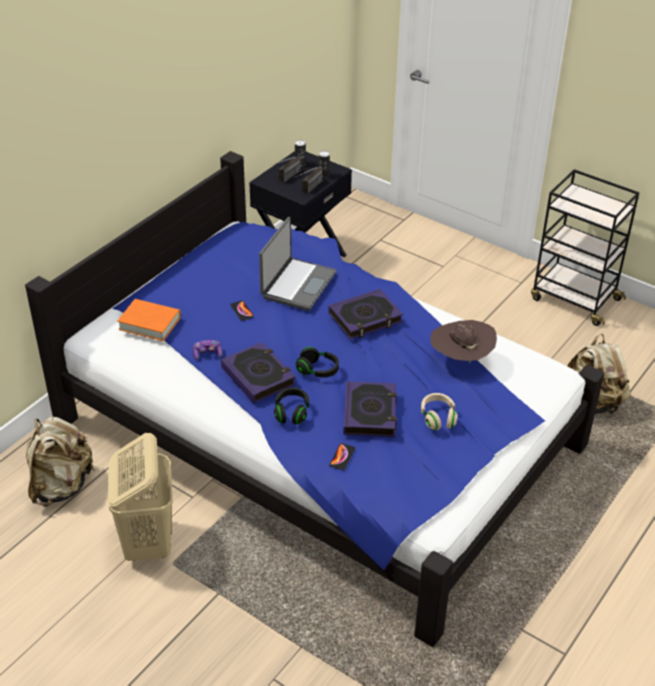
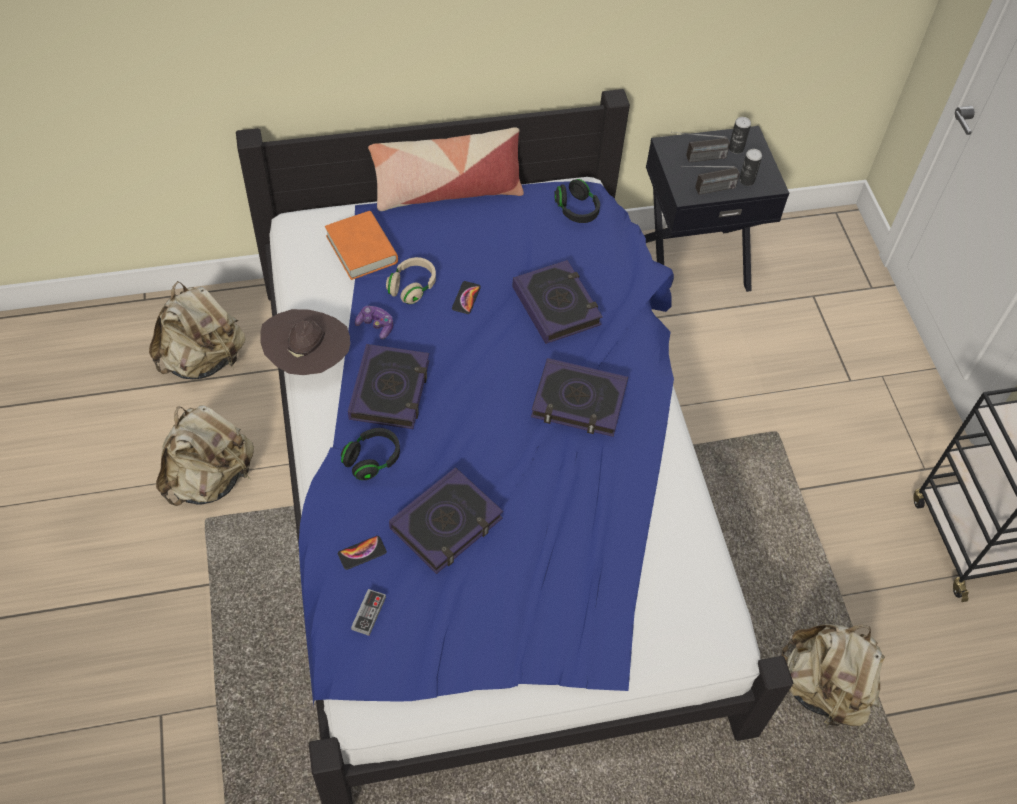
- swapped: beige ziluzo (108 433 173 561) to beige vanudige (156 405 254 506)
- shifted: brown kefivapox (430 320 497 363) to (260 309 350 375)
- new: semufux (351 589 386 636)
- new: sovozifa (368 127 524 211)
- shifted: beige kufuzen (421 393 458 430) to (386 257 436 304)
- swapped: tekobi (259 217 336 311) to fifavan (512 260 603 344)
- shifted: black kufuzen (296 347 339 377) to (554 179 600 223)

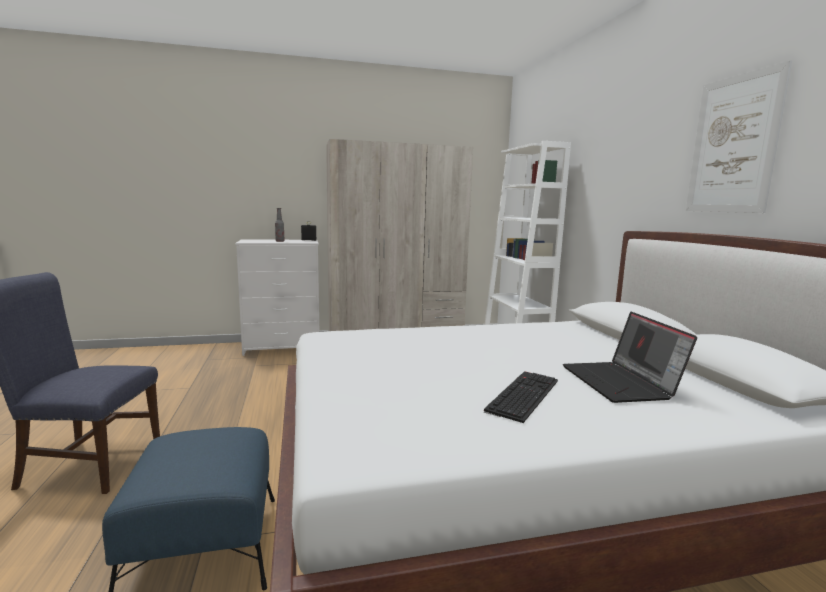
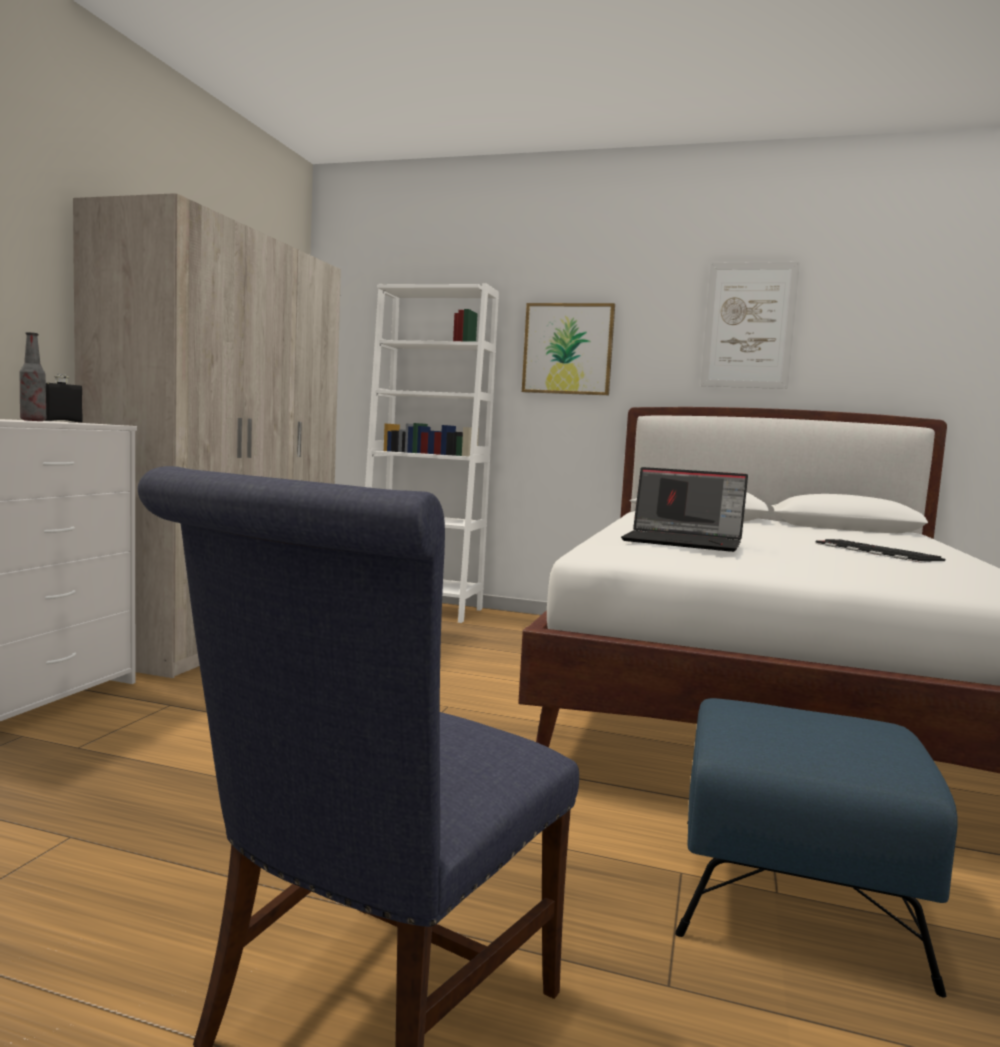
- new: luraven (522 303 615 395)
- shifted: tekobi (563 312 697 403) to (621 467 748 552)

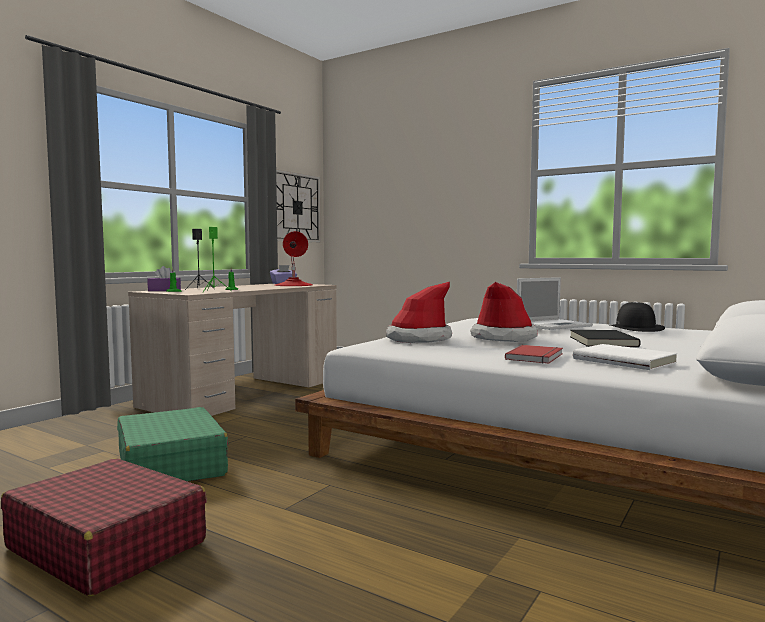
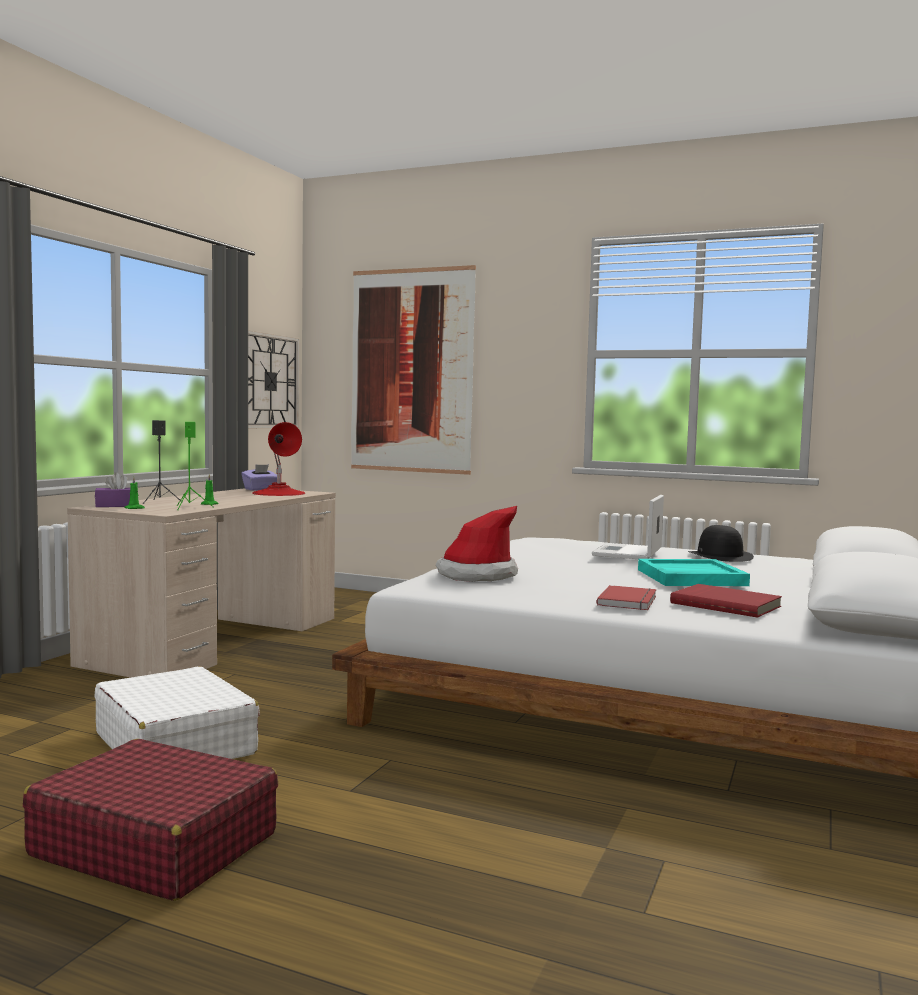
- repainted: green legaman (117 407 229 482) to white legaman (94 666 260 759)
- new: luraven (351 265 476 475)
- rotated: tekobi (517 277 593 330) = (592 495 664 559) 150 degrees clockwise
- swapped: black fifavan (570 330 641 347) to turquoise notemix (638 559 750 586)
- repainted: white fifavan (573 344 678 370) to red fifavan (670 584 782 618)
- gone: kefivapox (470 282 537 342)

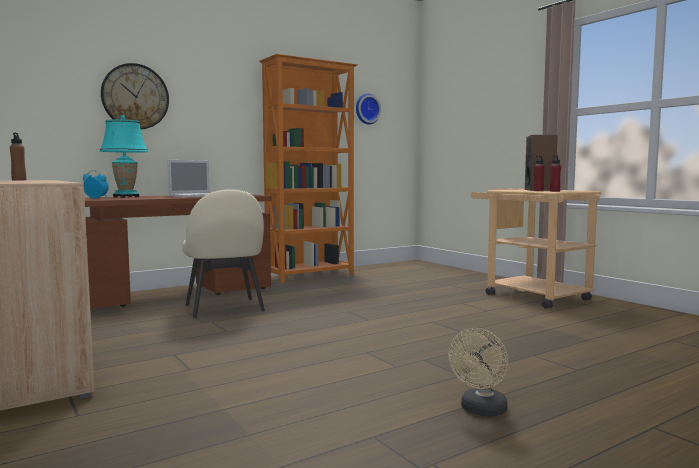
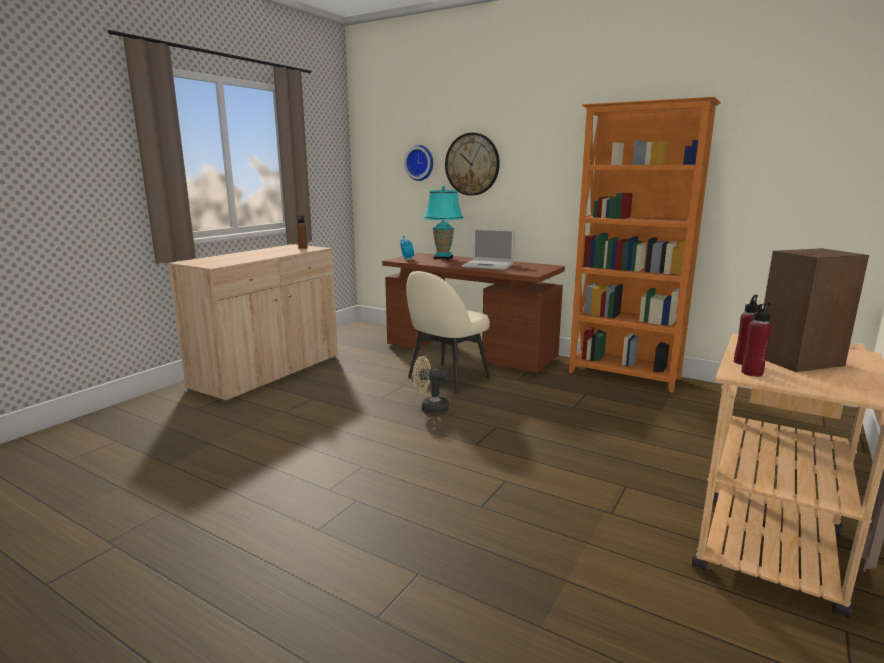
- shifted: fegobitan (356 94 381 124) to (404 145 433 181)
- shifted: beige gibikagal (448 328 509 417) to (412 356 449 413)

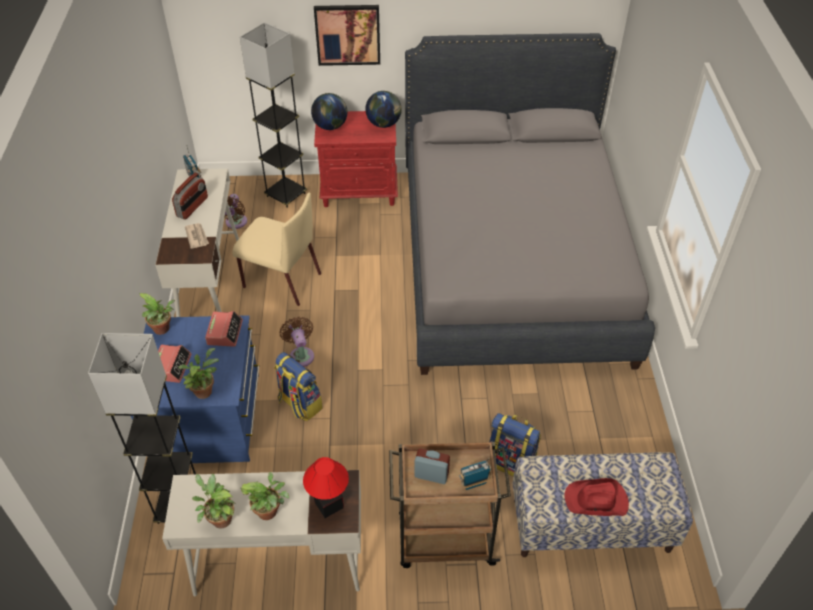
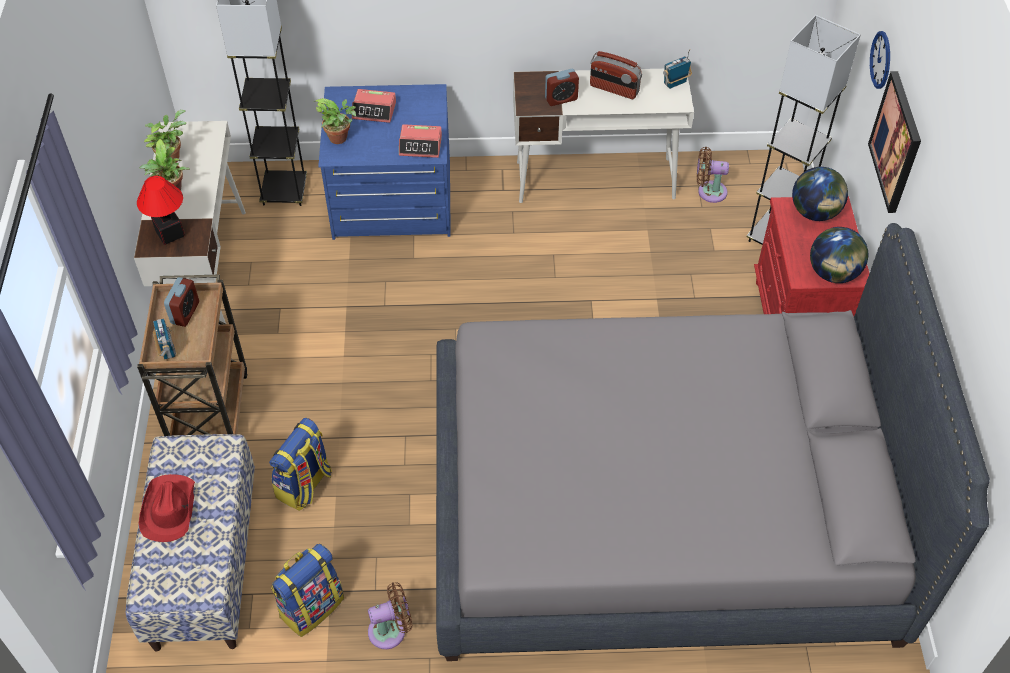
- shifted: vanudige (274 352 323 421) to (271 544 344 637)
- shifted: brown gibikagal (280 317 314 367) to (368 582 413 649)
- swapped: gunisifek (185 223 209 249) to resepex (545 69 579 106)
- new: fegobitan (870 31 890 89)
- gone: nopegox (140 293 175 335)
- gone: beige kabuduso (232 193 321 306)

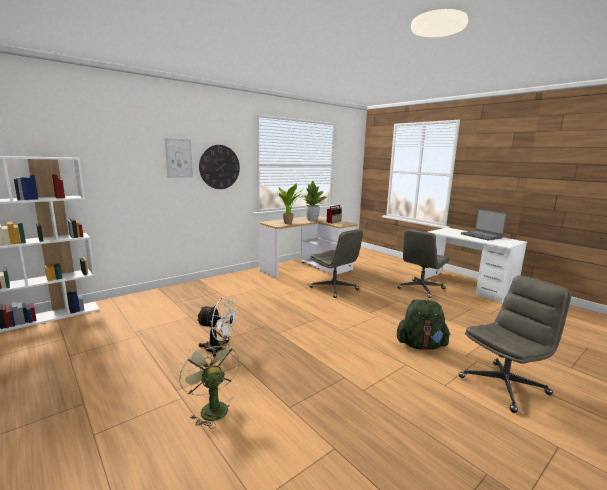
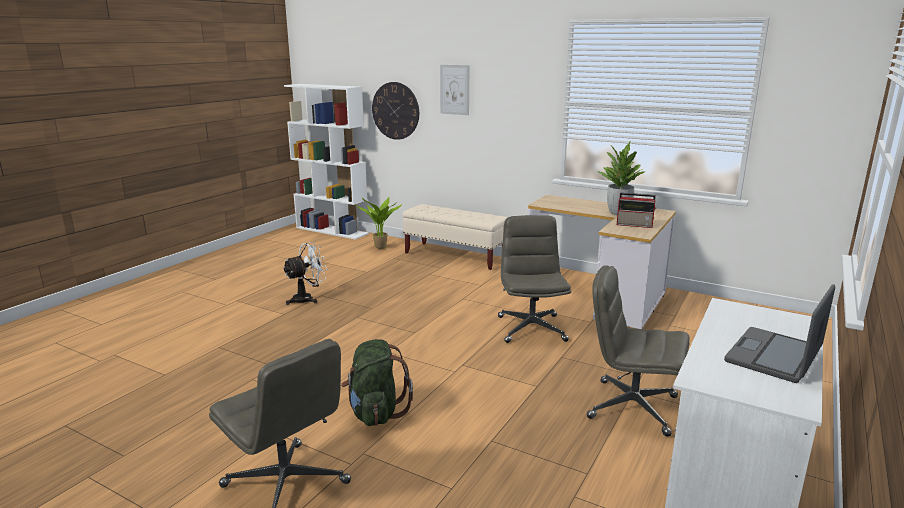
- rotated: white gibikagal (196 297 238 357) = (283 242 327 305) 120 degrees counterclockwise
- shifted: nopegox (277 184 305 224) to (356 197 402 249)
- shifted: fegobitan (199 145 240 189) to (372 82 419 140)
- new: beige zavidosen (403 204 508 270)
- rotated: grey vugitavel (310 229 363 298) = (498 215 571 343) 150 degrees clockwise
- gone: green gibikagal (179 341 240 428)

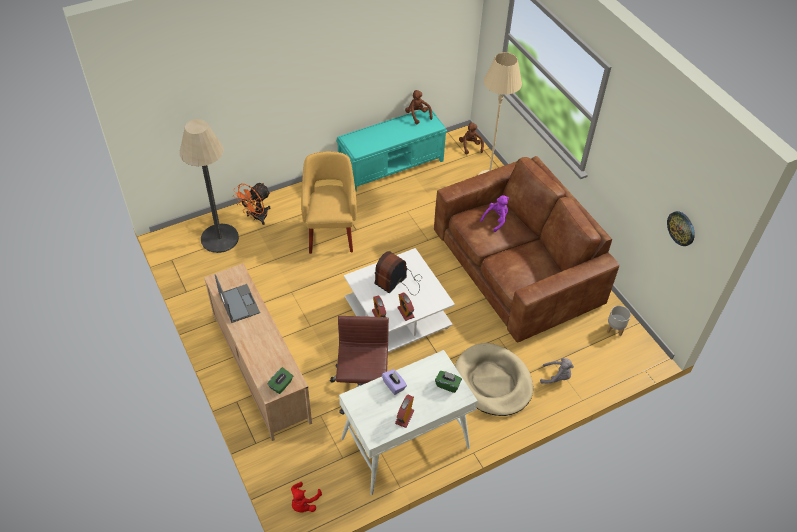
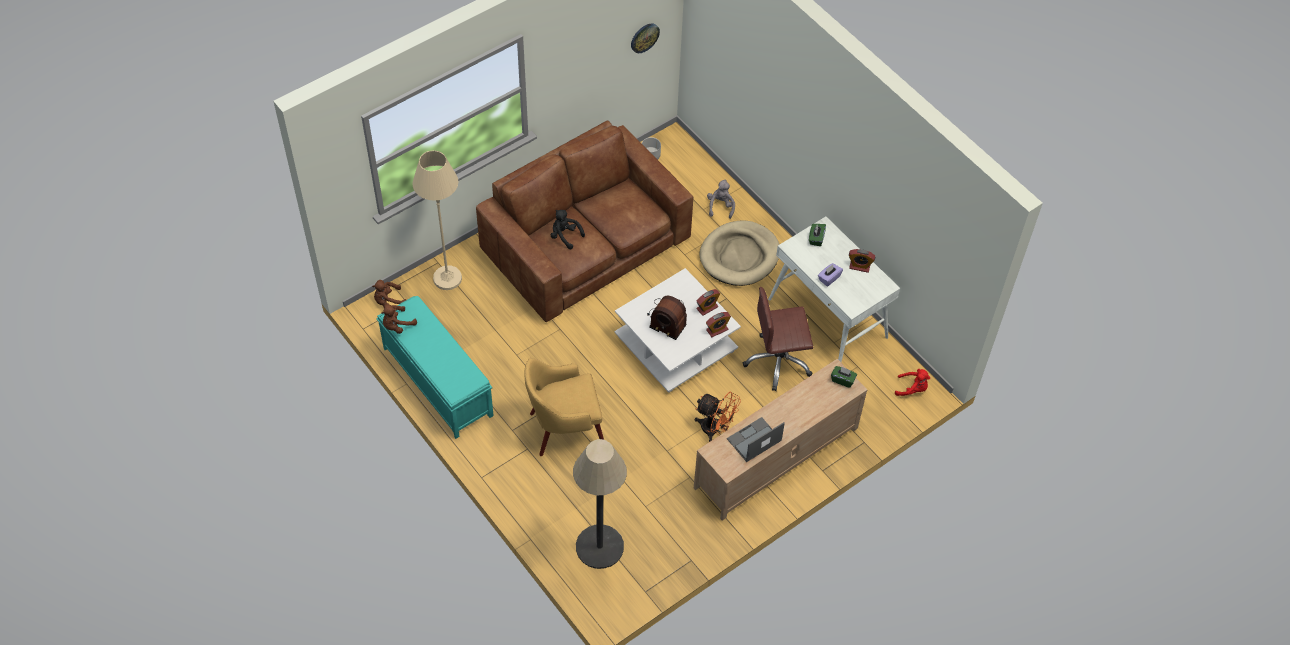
- repainted: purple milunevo (480 195 509 232) to black milunevo (551 210 585 249)
- shifted: orange gibikagal (233 183 271 225) to (695 391 741 442)

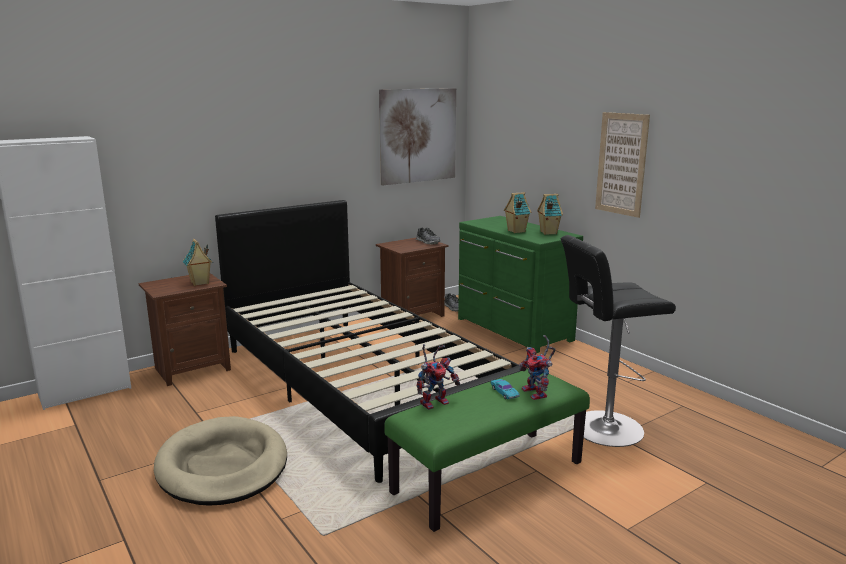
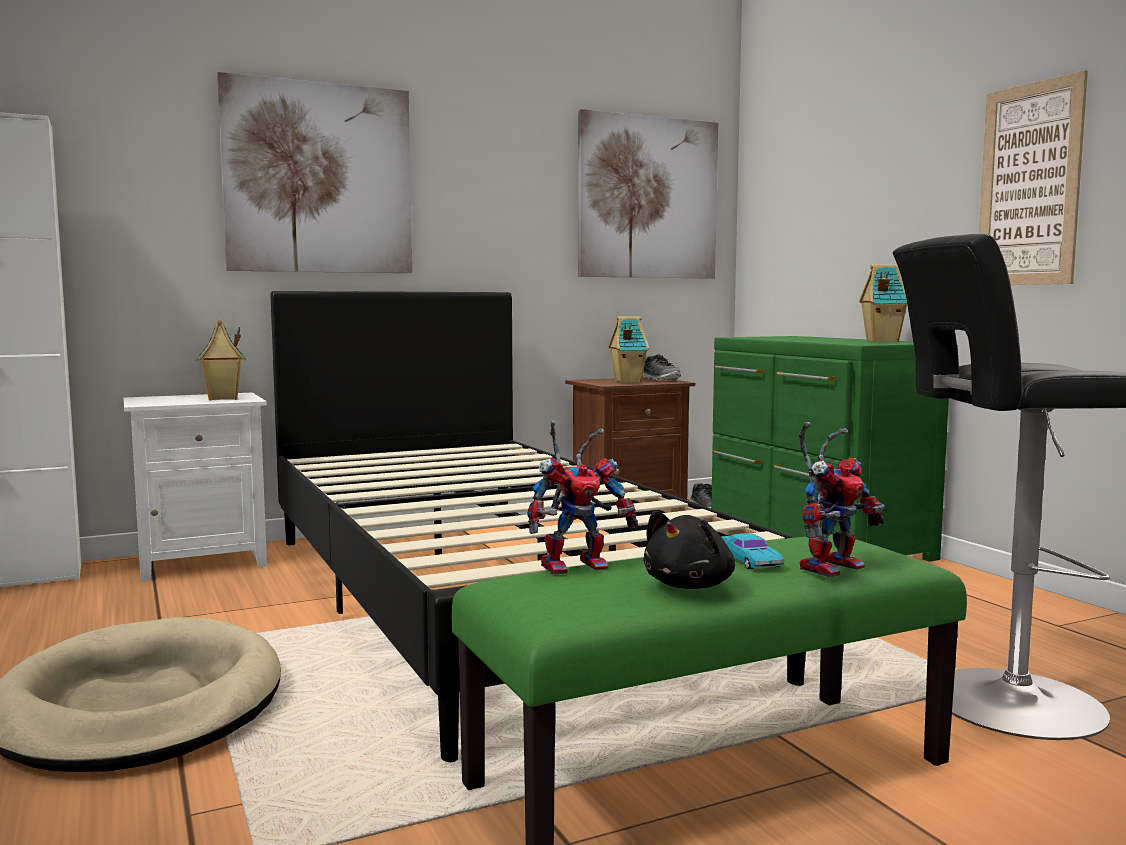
- repainted: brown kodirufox (139 273 231 386) to white kodirufox (123 392 267 581)
- new: luraven (217 72 412 273)
- shifted: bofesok (504 192 531 233) to (608 316 650 383)
- new: black milunevo (643 510 735 589)
- rotated: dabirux (519 335 556 400) = (799 422 885 578) 120 degrees counterclockwise

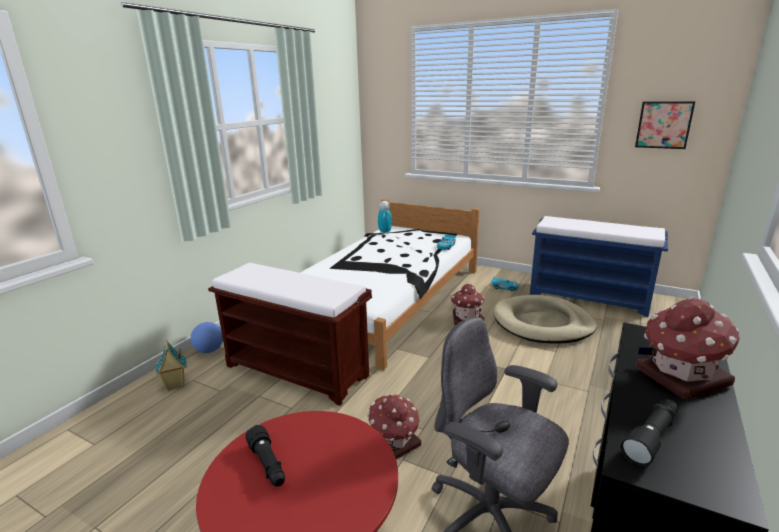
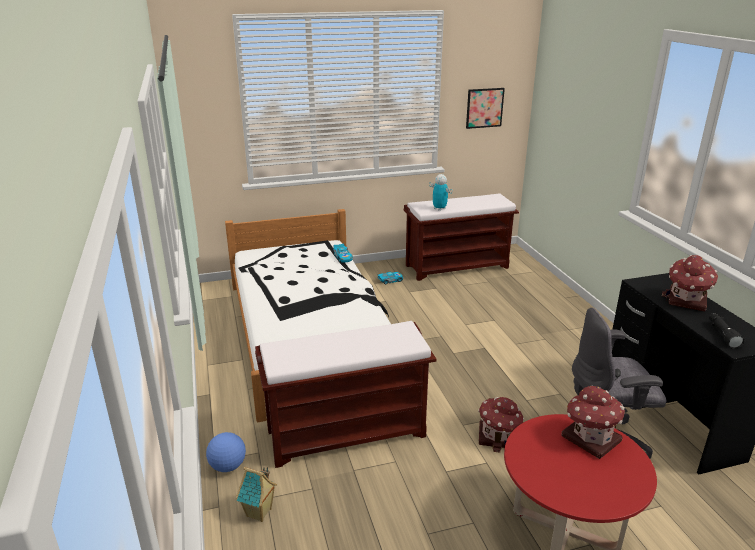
- repainted: blue zavidosen (530 216 668 317) to brown zavidosen (404 193 519 281)
- shifted: dabirux (378 201 392 234) to (429 174 453 211)
- shifted: bofesok (451 284 485 325) to (561 386 625 459)
- gone: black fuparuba (245 425 285 487)
- gone: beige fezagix (493 295 597 344)

